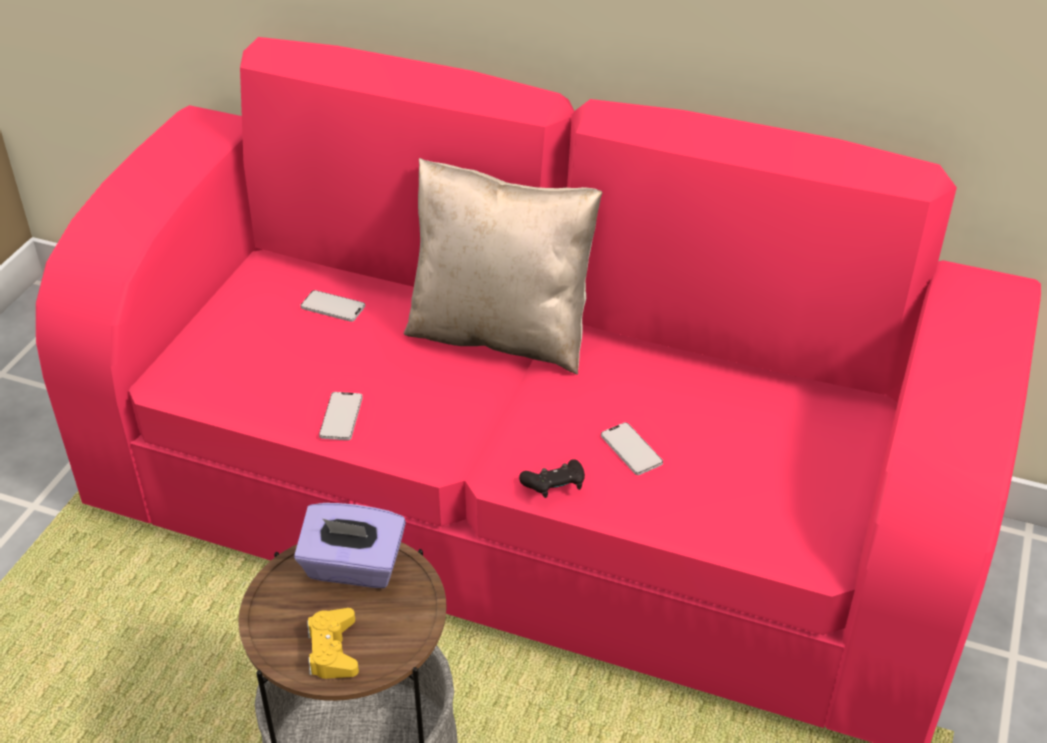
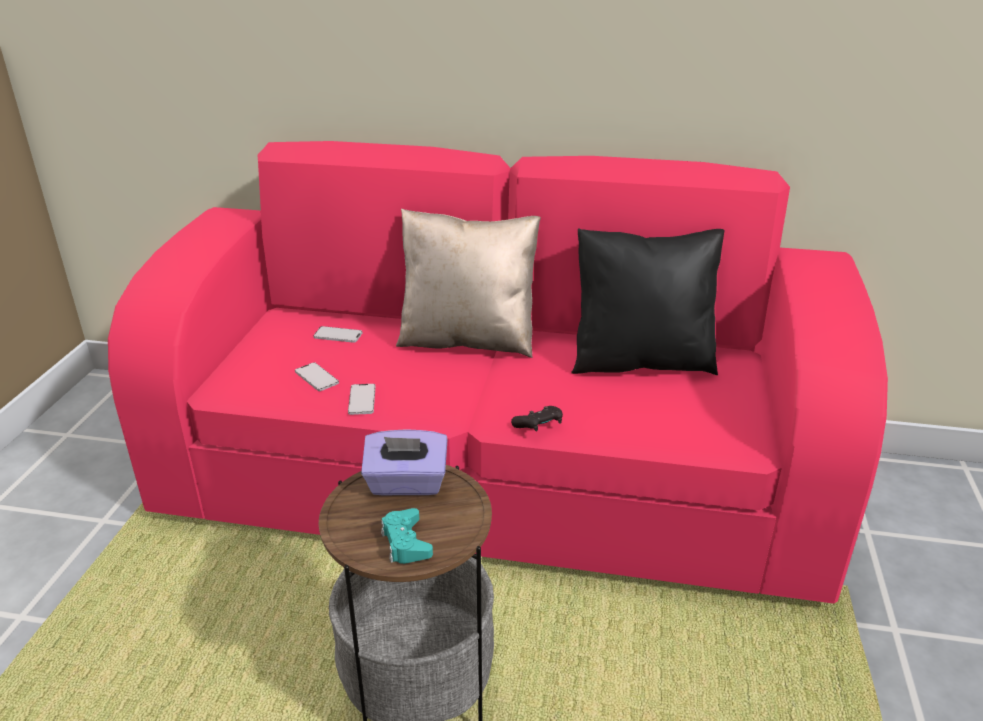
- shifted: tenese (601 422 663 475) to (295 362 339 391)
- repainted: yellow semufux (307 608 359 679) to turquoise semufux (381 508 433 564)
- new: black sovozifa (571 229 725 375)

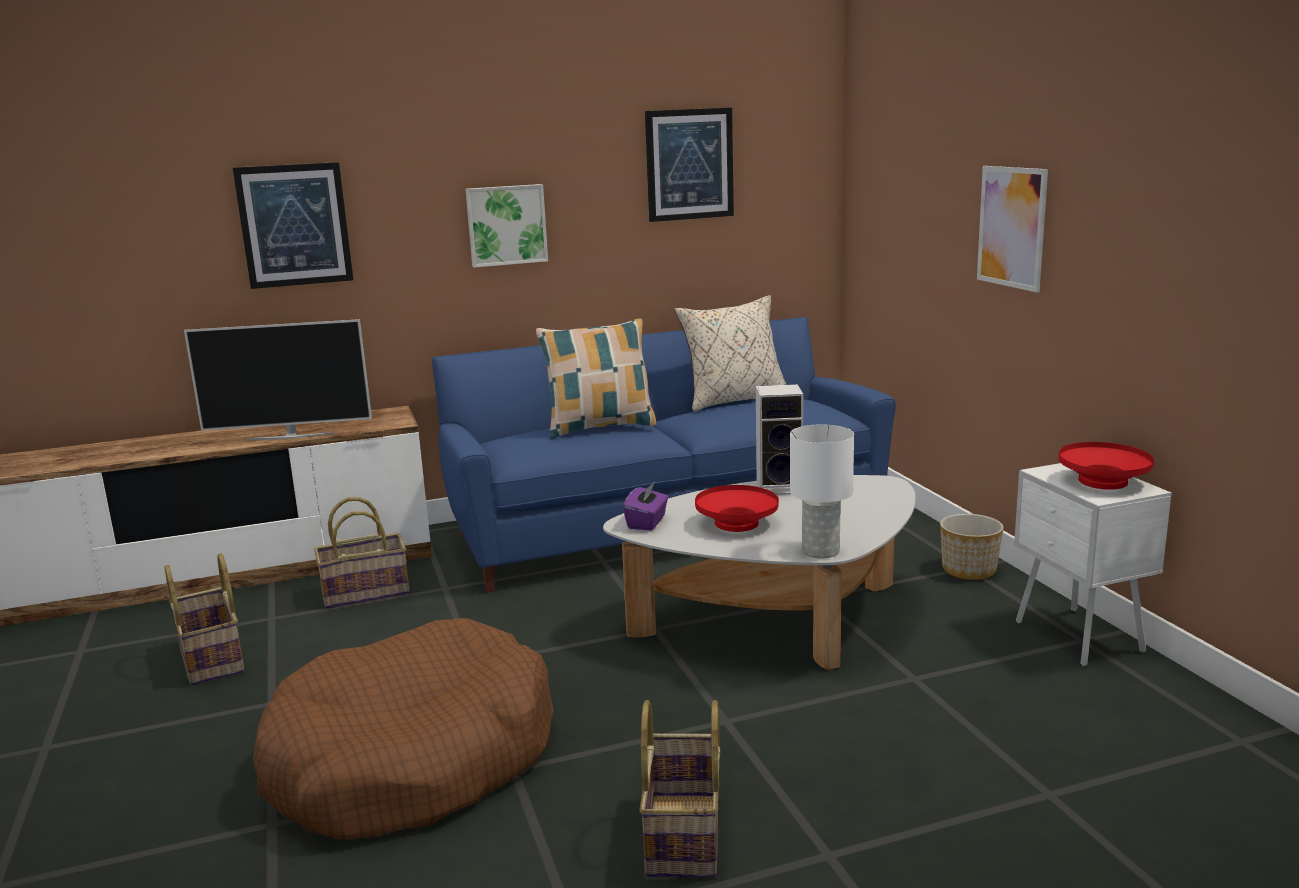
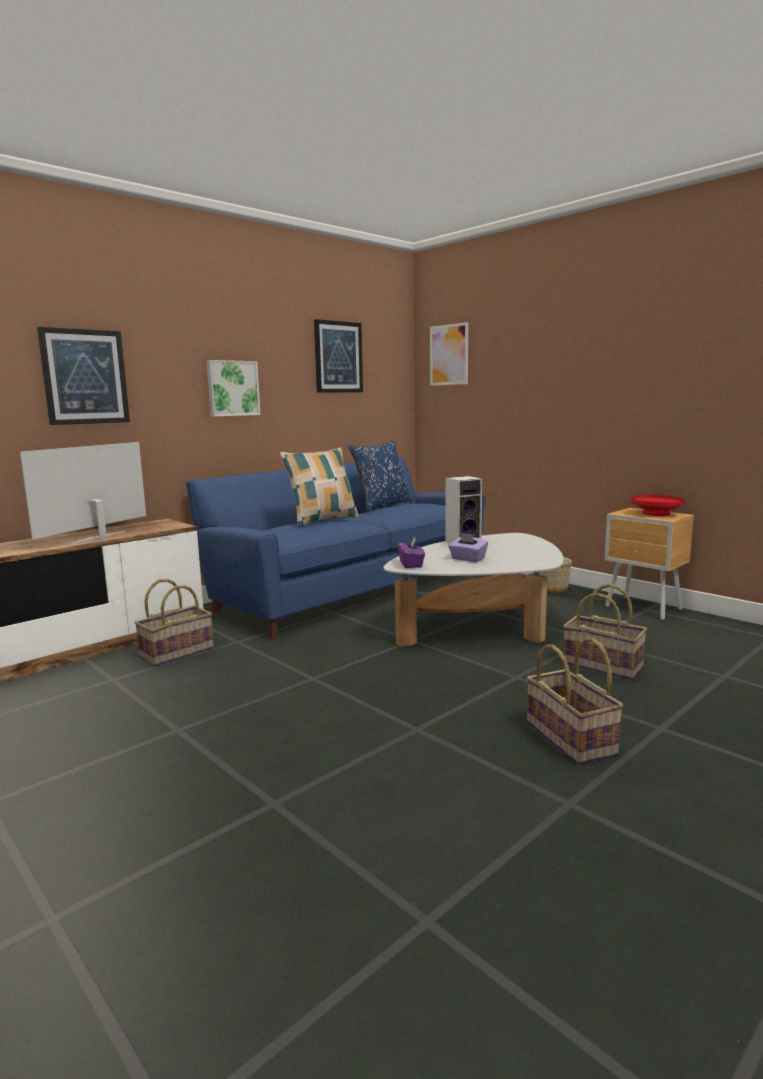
- rotated: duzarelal (184 319 372 440) = (20 442 146 545) 150 degrees clockwise
- repainted: beige sovozifa (674 295 787 412) to blue sovozifa (348 440 414 511)
- shifted: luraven (977 166 1048 292) to (430 322 468 386)
- swapped: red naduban (695 485 779 532) to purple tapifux (448 533 488 562)
- shifted: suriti (165 553 245 686) to (563 584 647 680)
- repainted: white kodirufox (1014 463 1172 667) to brown kodirufox (604 508 694 620)
- gone: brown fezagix (253 618 554 840)
- gone: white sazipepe (790 424 854 558)

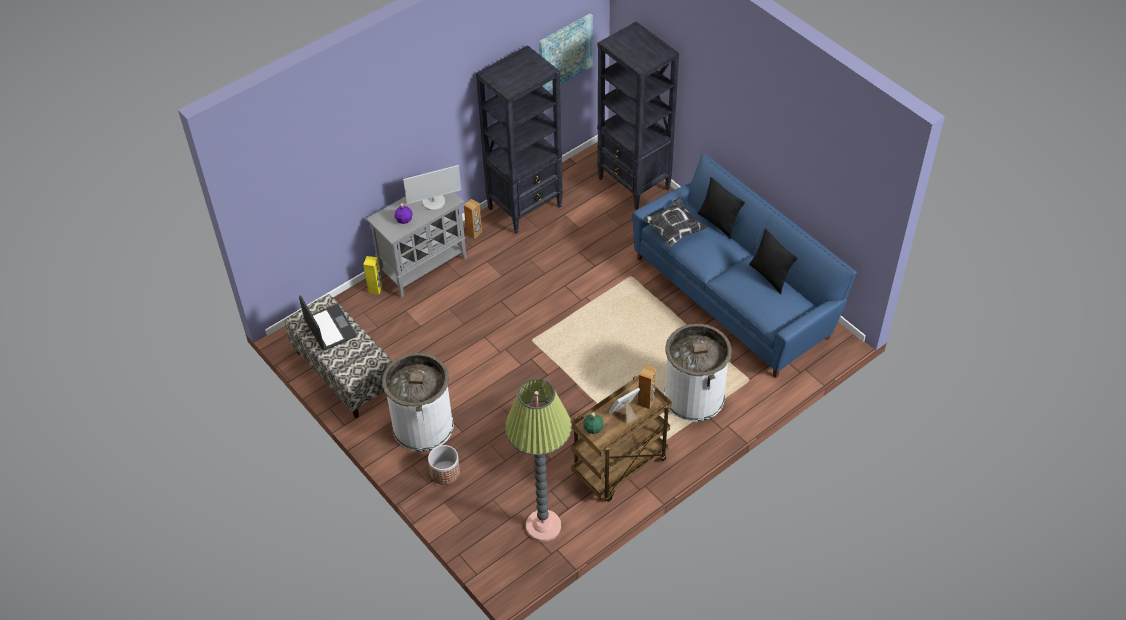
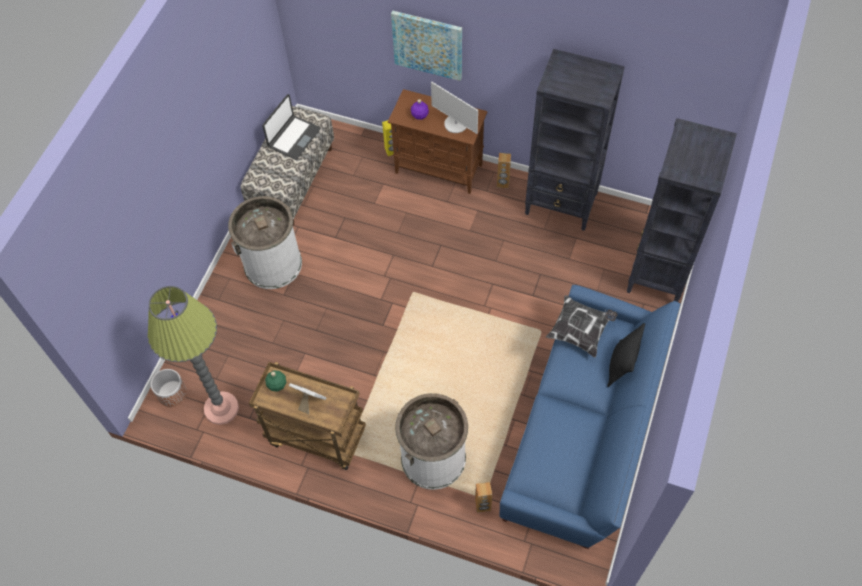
- shifted: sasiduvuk (428 445 460 485) to (151 369 187 407)
- repainted: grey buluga (366 192 467 298) to brown buluga (388 89 487 194)
- shifted: luraven (539 13 593 91) to (391 11 462 81)
- shifted: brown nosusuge (638 365 656 409) to (475 482 492 513)
- gone: black sovozifa (749 228 798 294)

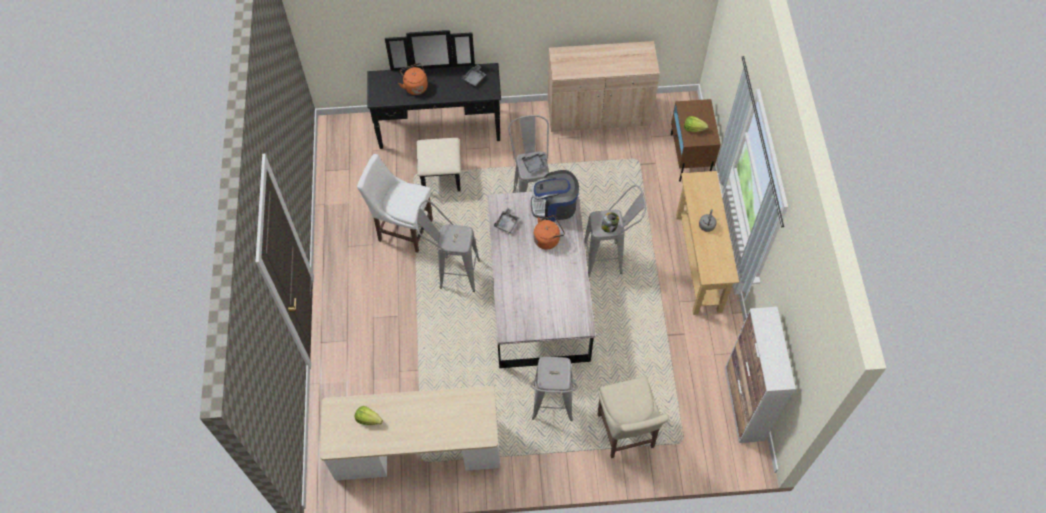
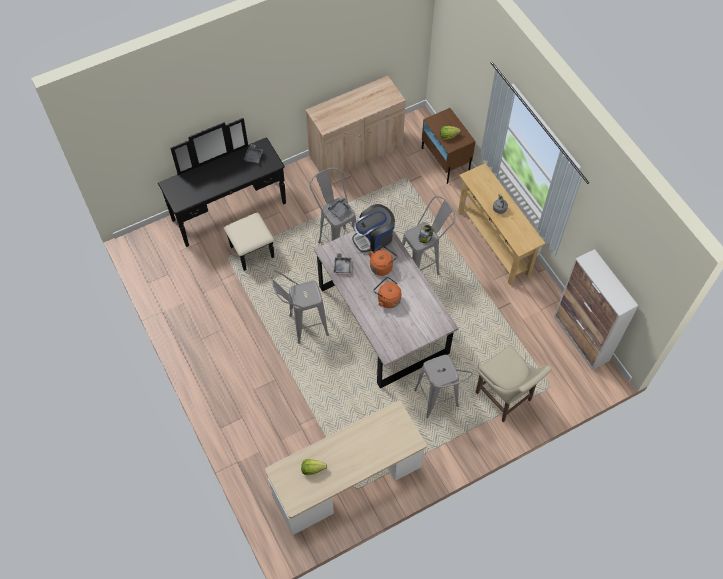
- shifted: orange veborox (398 63 428 95) to (373 277 401 308)
- gone: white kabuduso (357 154 433 253)

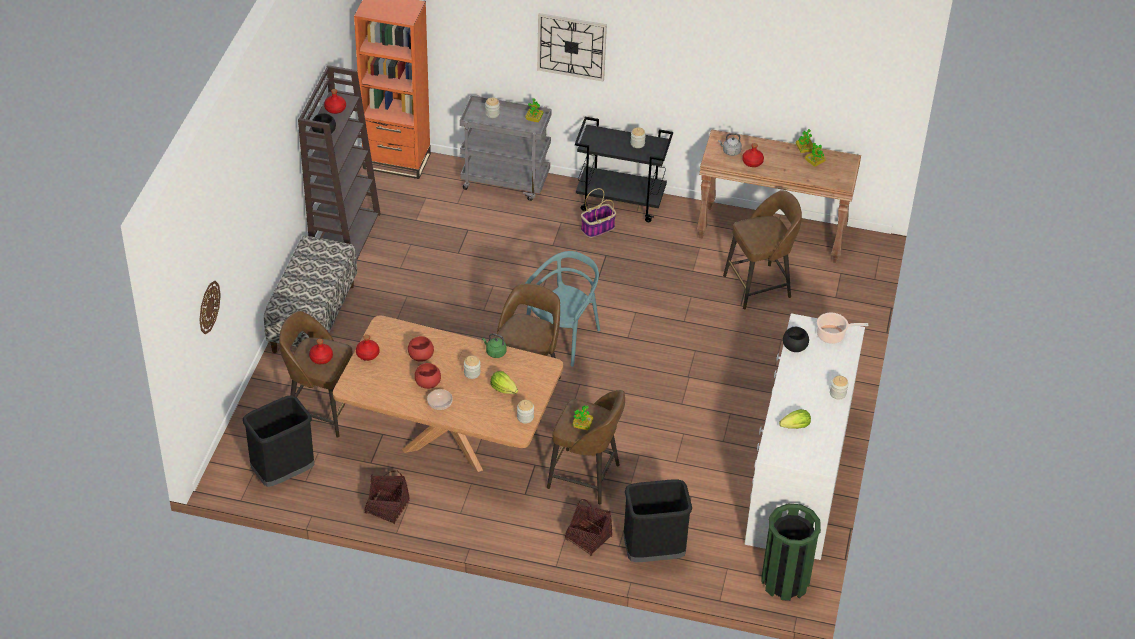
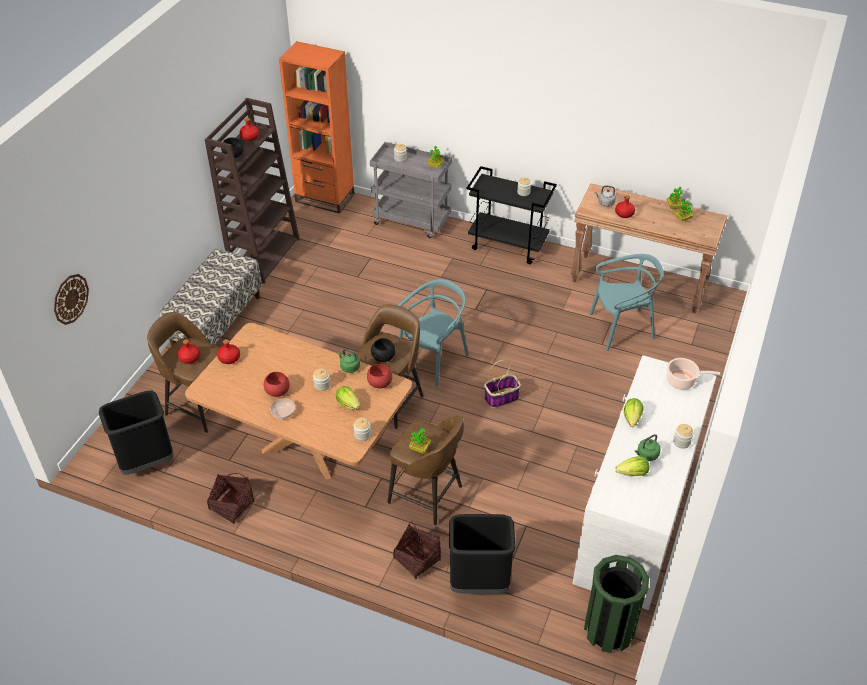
- shifted: red naduban (408 336 434 362) to (367 364 392 388)
- shifted: black naduban (783 327 809 352) to (371 338 395 362)
- shifted: suriti (581 188 616 238) to (484 360 521 408)
- swapped: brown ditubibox (723 190 802 309) to turquoise kabuduso (589 254 663 350)
- new: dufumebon (624 398 644 427)
- new: green veborox (635 434 661 461)
- gone: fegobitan (537 13 607 82)

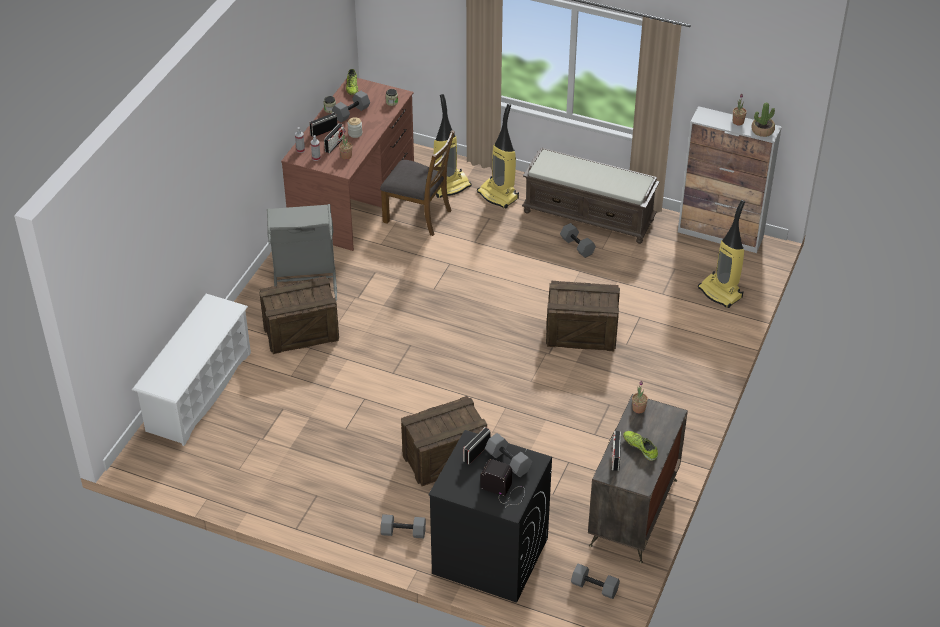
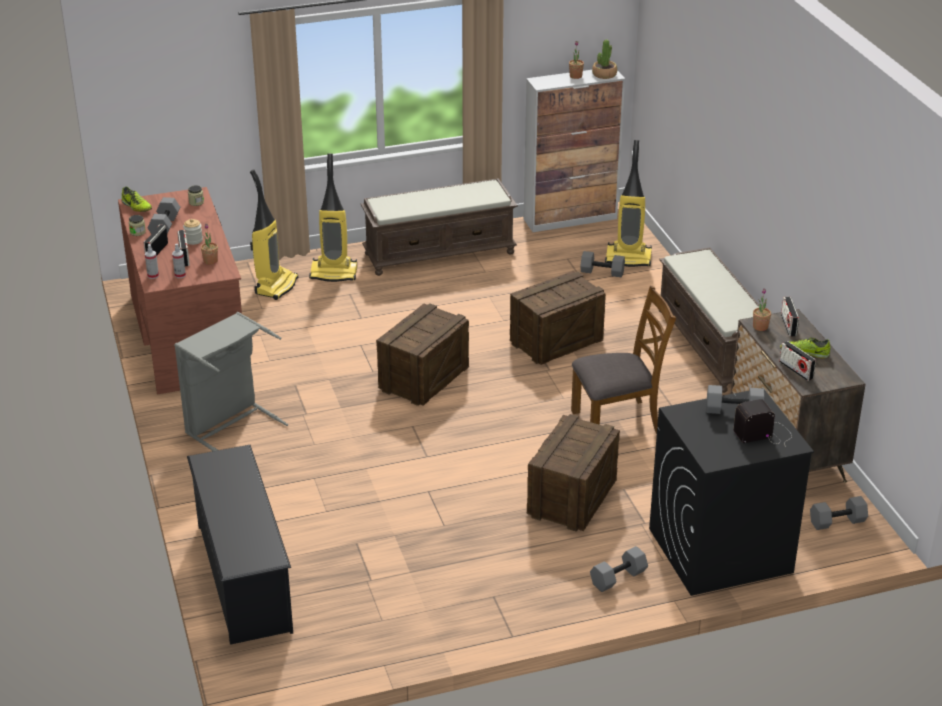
- repainted: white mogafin (132 294 251 446) to black mogafin (187 445 293 645)
- shifted: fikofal (259 276 339 354) to (376 303 469 406)
- shifted: brown kabuduso (380 130 455 236) to (571 286 676 434)
- shifted: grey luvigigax (560 223 596 258) to (580 251 625 278)
- new: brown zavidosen (658 248 759 393)
- shifted: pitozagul (463 427 491 464) to (781 297 799 336)

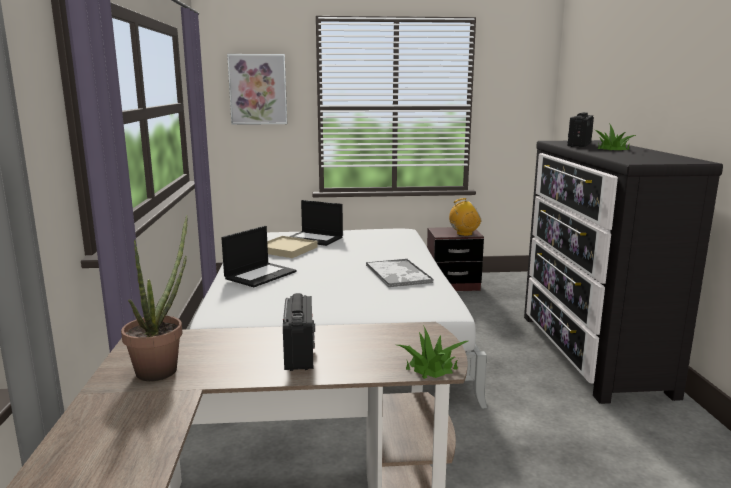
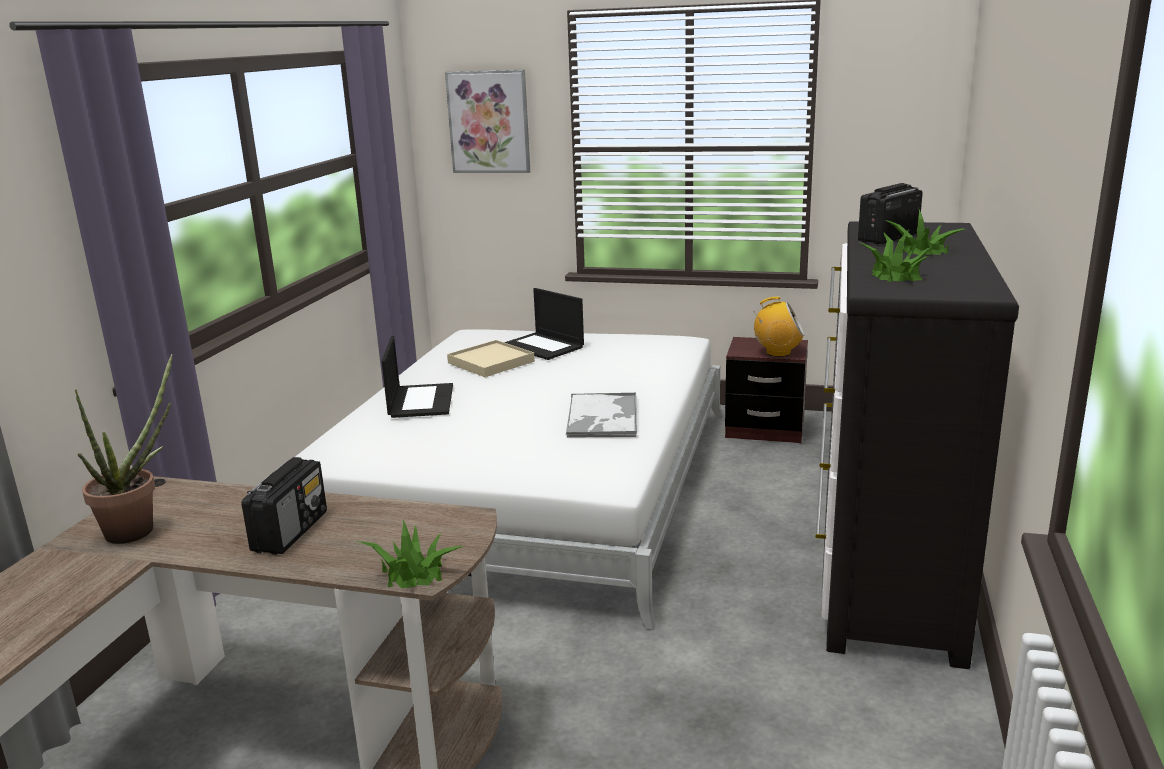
- rotated: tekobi (221 226 297 287) = (381 336 453 418) 60 degrees counterclockwise
- new: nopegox (858 229 931 282)

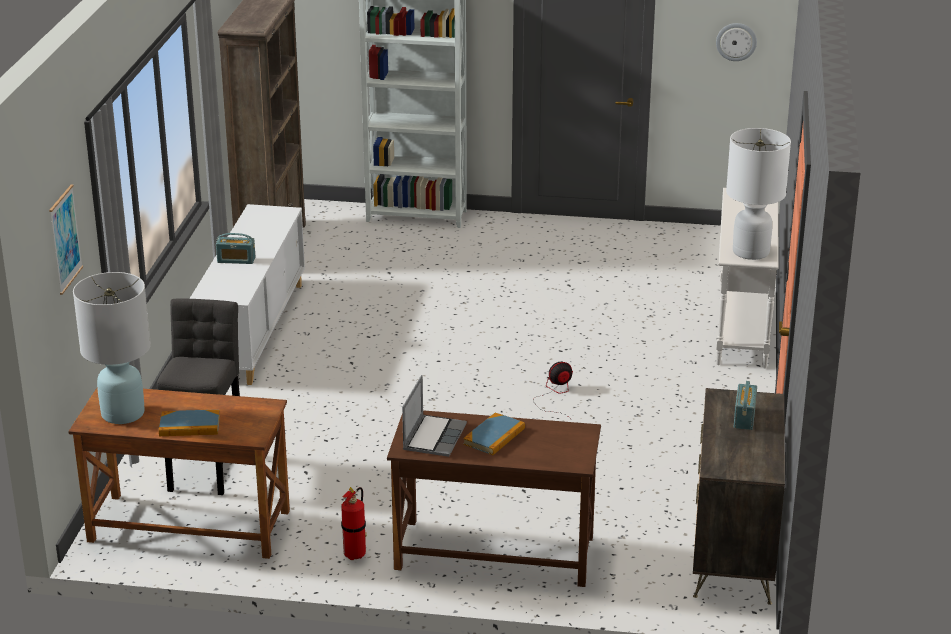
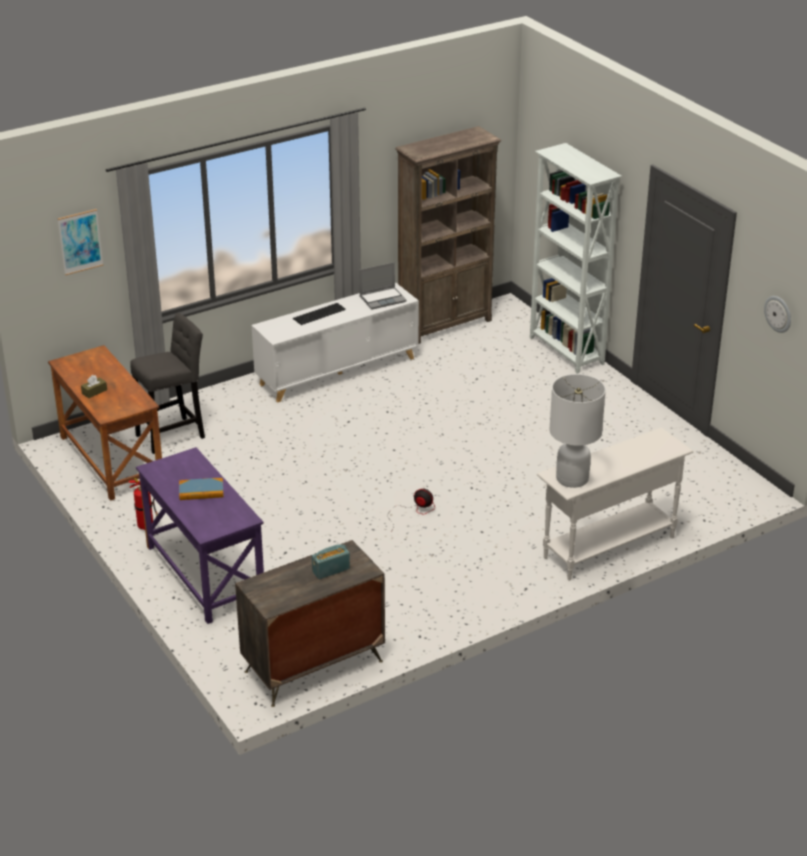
- swapped: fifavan (159 410 220 436) to brown tapifux (81 375 107 398)
- repainted: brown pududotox (387 410 601 587) to purple pududotox (136 447 264 624)
- swapped: pitozagul (216 233 256 264) to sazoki (293 303 346 325)
- shifted: tekobi (402 375 467 457) to (359 262 406 309)
- gone: white sazipepe (73 272 151 424)

